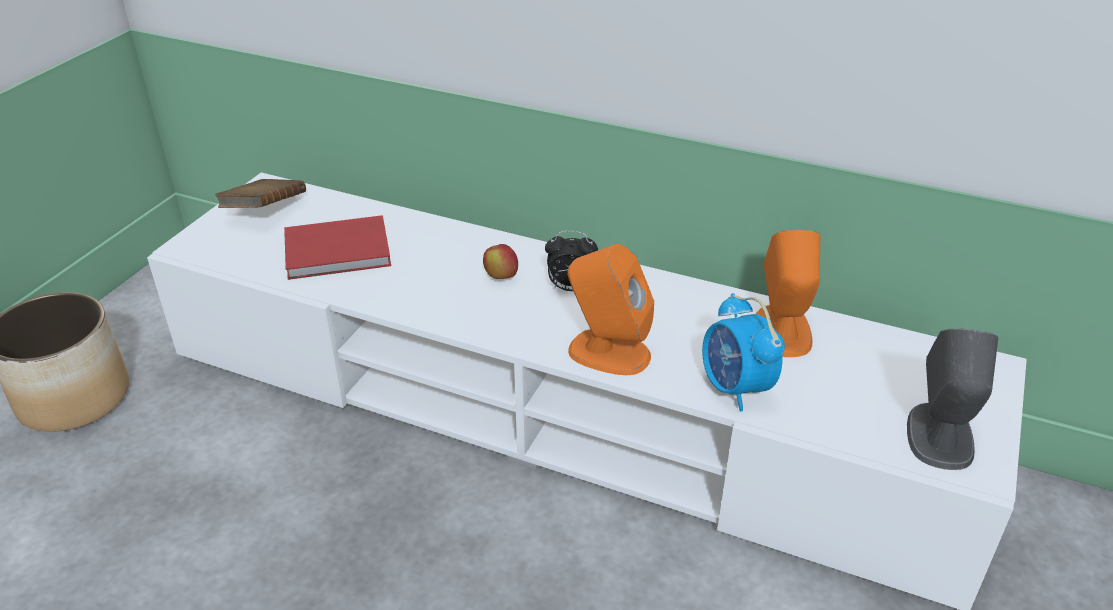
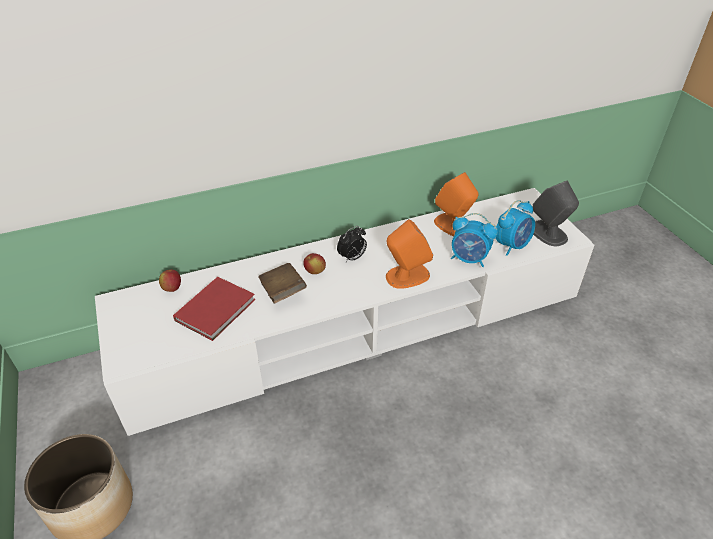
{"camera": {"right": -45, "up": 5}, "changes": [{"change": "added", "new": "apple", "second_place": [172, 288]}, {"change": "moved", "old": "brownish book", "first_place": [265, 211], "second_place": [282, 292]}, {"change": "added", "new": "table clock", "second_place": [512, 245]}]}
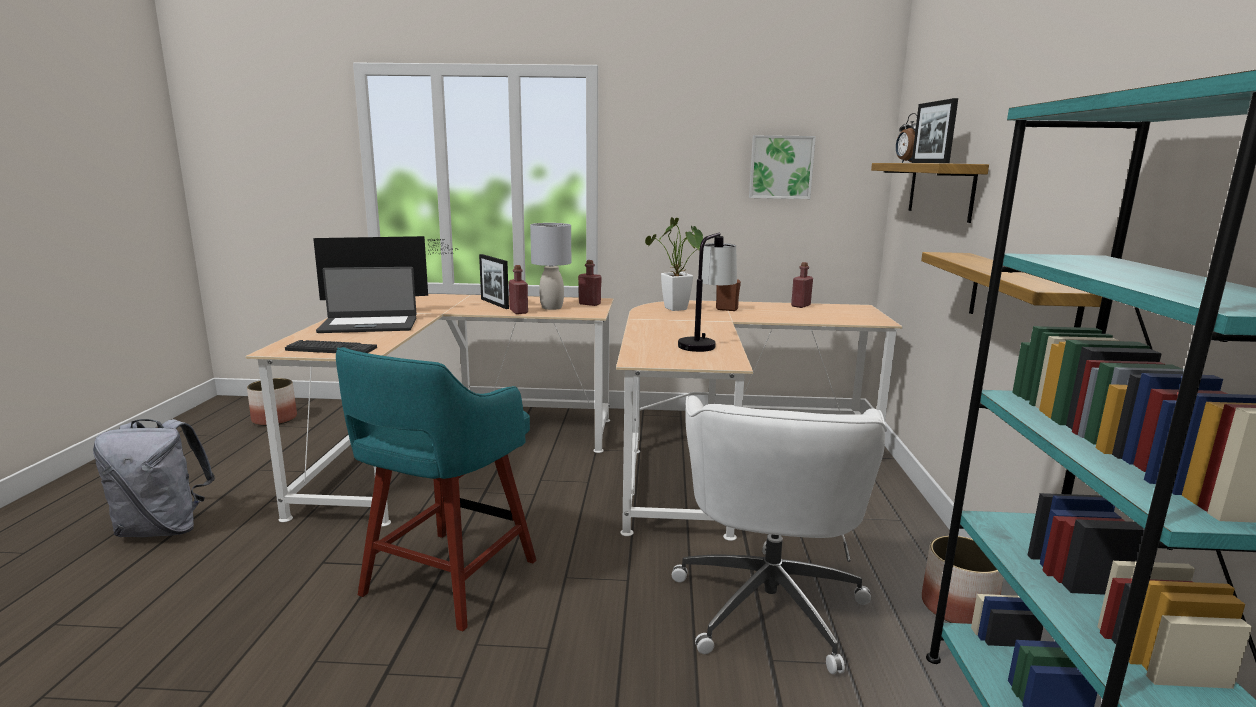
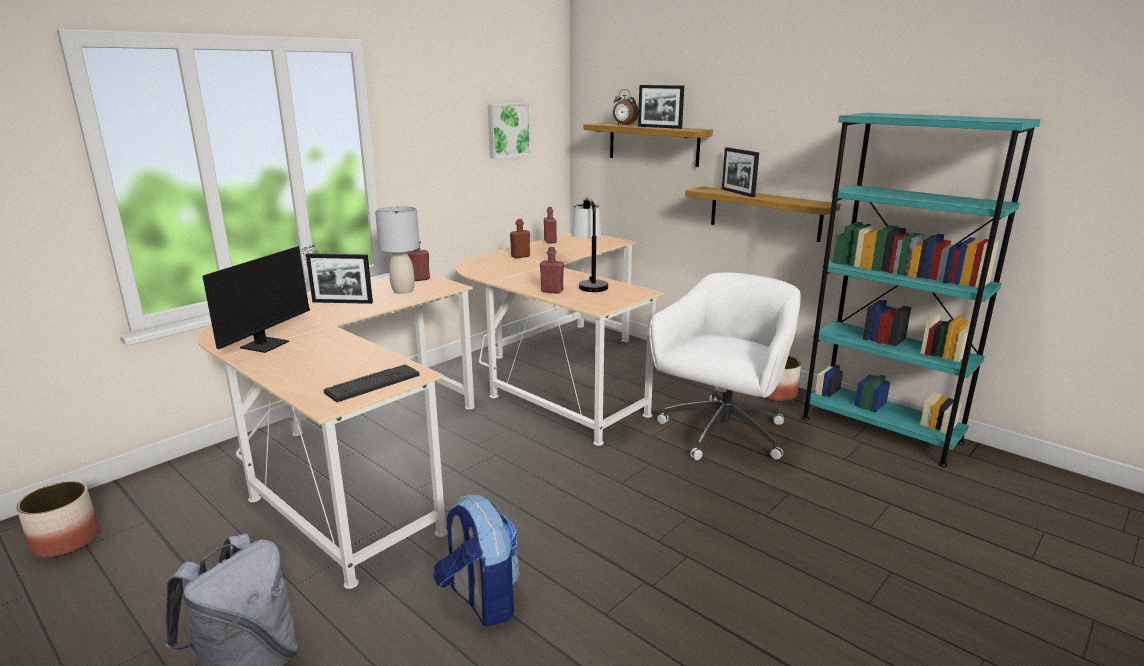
{"camera": {"right": -50, "up": 5}, "changes": [{"change": "added", "new": "rucksack", "second_place": [480, 600]}, {"change": "moved", "old": "reddish bottle", "first_place": [518, 312], "second_place": [552, 291]}, {"change": "turned", "old": "white-coloured computer chair", "first_place": [769, 602], "second_place": [721, 434], "degrees": -105}, {"change": "added", "new": "picture frame", "second_place": [737, 193]}, {"change": "removed", "old": "laptop", "first_place": [369, 325]}, {"change": "removed", "old": "blue-green stool seat", "first_place": [446, 580]}, {"change": "removed", "old": "plant in a pot", "first_place": [678, 310]}]}
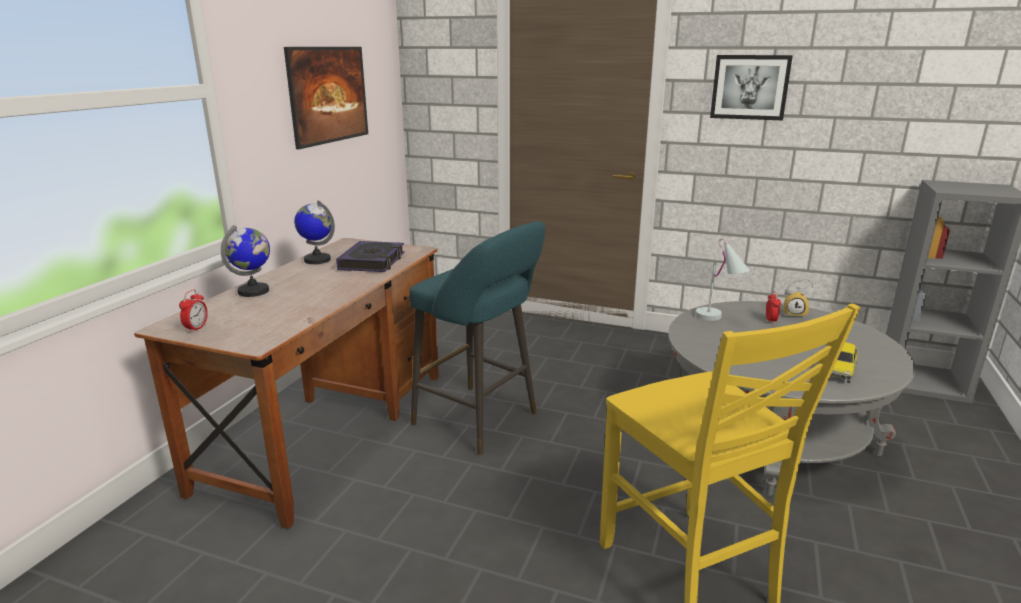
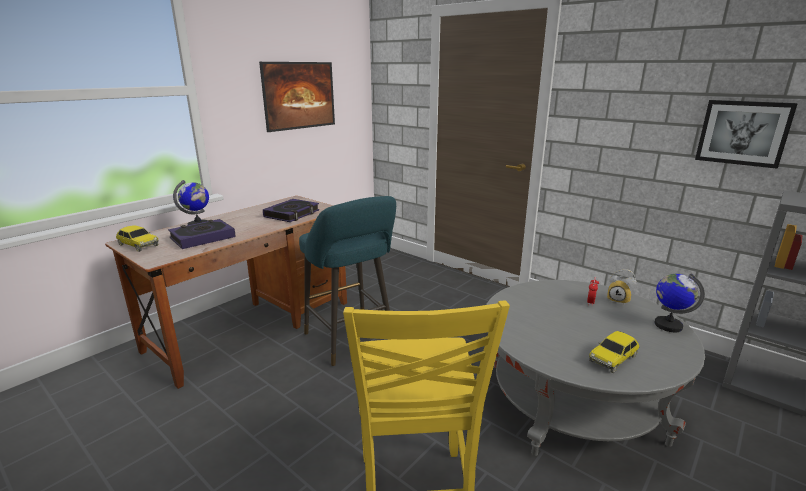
{"camera": {"right": 20, "up": 0}, "changes": [{"change": "replaced", "old": "table clock", "new": "toy car", "first_place": [196, 328], "second_place": [138, 245]}, {"change": "added", "new": "book", "second_place": [202, 238]}, {"change": "moved", "old": "globe", "first_place": [317, 260], "second_place": [668, 325]}, {"change": "moved", "old": "wall picture", "first_place": [750, 87], "second_place": [743, 133]}, {"change": "removed", "old": "white-coloured tabletop lamp", "first_place": [718, 319]}]}
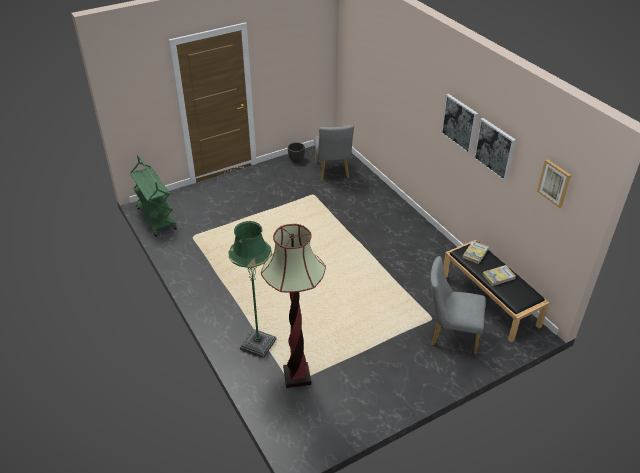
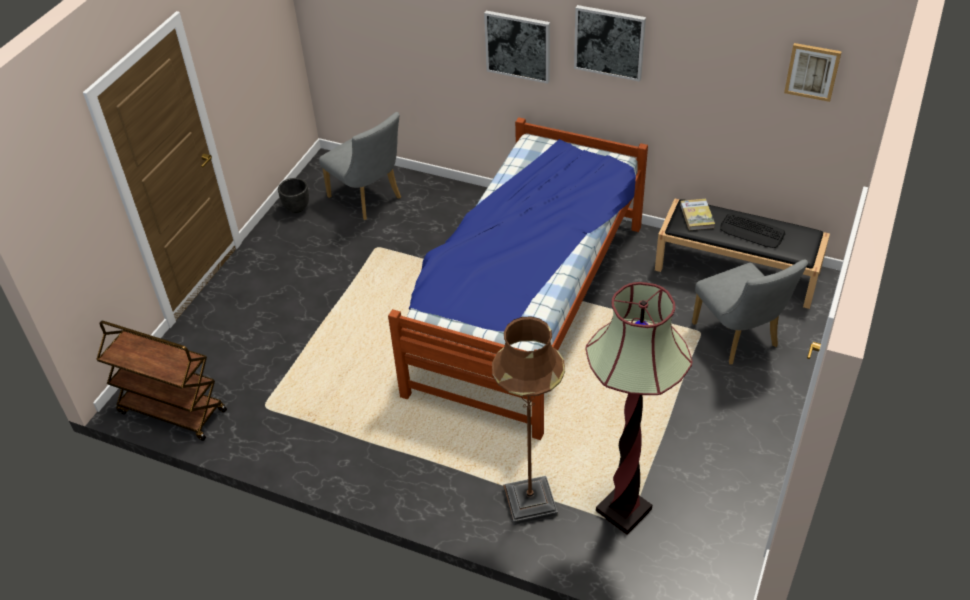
{"camera": {"right": -35, "up": 5}, "changes": [{"change": "recoloured", "old": "green-coloured cart", "new": "brownish cart", "first_place": [156, 218], "second_place": [171, 412]}, {"change": "added", "new": "sleeping bed", "second_place": [527, 306]}, {"change": "moved", "old": "wall picture", "first_place": [495, 149], "second_place": [518, 46]}, {"change": "recoloured", "old": "green-coloured standing lamp", "new": "brownish standing lamp", "first_place": [258, 344], "second_place": [530, 502]}, {"change": "turned", "old": "greyish plain chair", "first_place": [450, 334], "second_place": [739, 339], "degrees": -90}, {"change": "replaced", "old": "book", "new": "PC keyboard", "first_place": [498, 276], "second_place": [752, 231]}]}
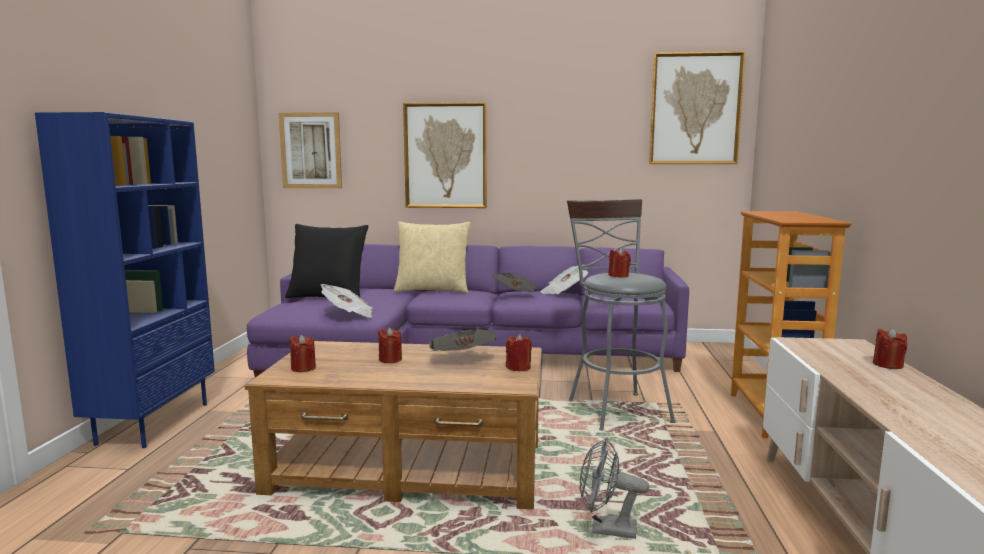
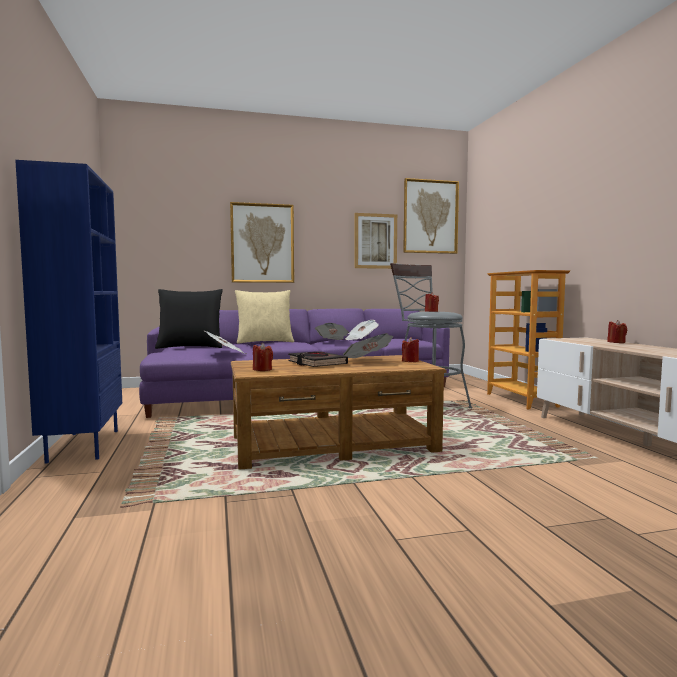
{"camera": {"right": -20, "up": -5}, "changes": [{"change": "replaced", "old": "reddish wax candle", "new": "blackish book", "first_place": [390, 359], "second_place": [317, 363]}, {"change": "moved", "old": "wall picture", "first_place": [311, 150], "second_place": [375, 241]}, {"change": "removed", "old": "greyish electric fan", "first_place": [606, 529]}]}
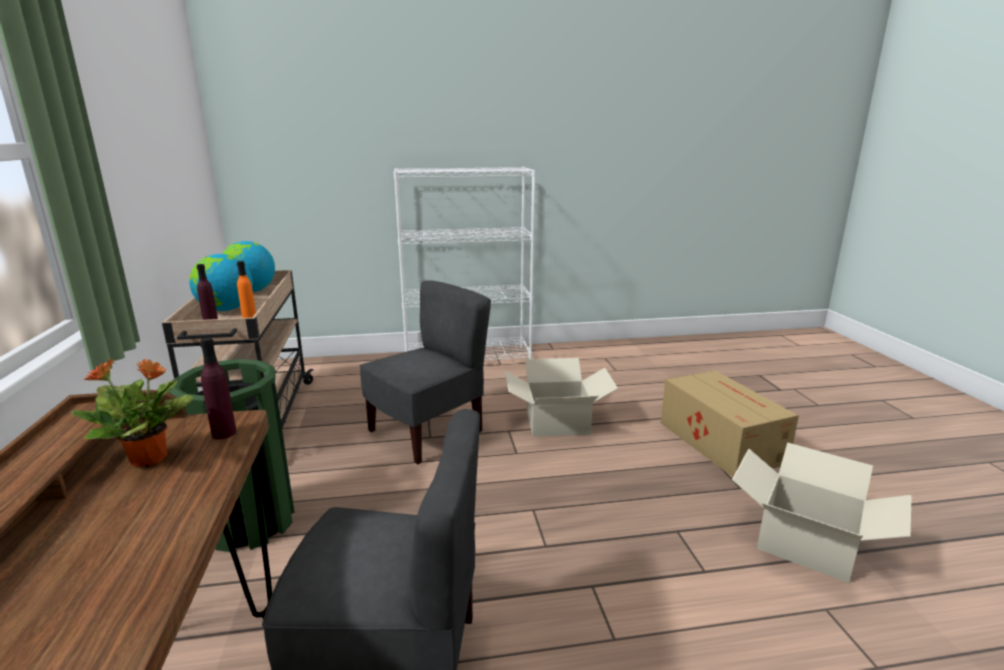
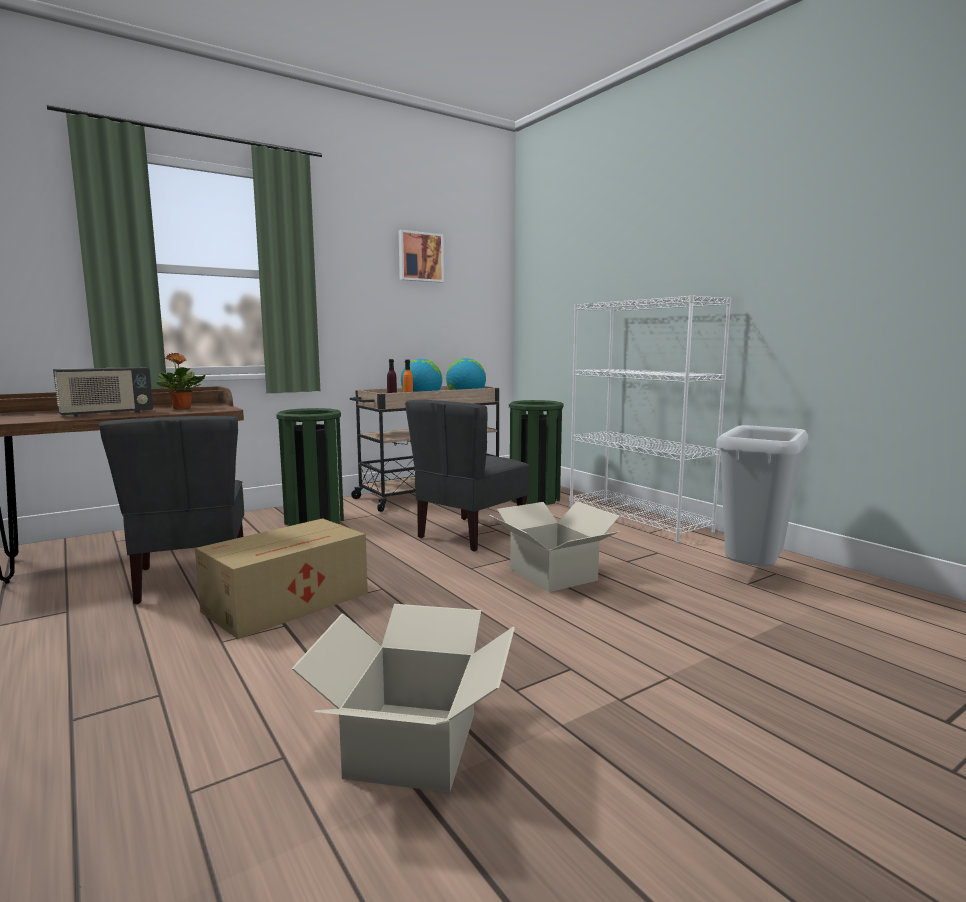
{"camera": {"right": 65, "up": -10}, "changes": [{"change": "added", "new": "radio set", "second_place": [106, 414]}, {"change": "moved", "old": "cardboard box", "first_place": [720, 441], "second_place": [289, 602]}, {"change": "added", "new": "wall picture", "second_place": [420, 257]}, {"change": "turned", "old": "greyish plain chair", "first_place": [427, 432], "second_place": [470, 534], "degrees": 105}, {"change": "added", "new": "green-coloured rubbish bin", "second_place": [534, 498]}, {"change": "added", "new": "greyish rubbish bin", "second_place": [753, 575]}, {"change": "removed", "old": "purplish bottle", "first_place": [224, 433]}]}
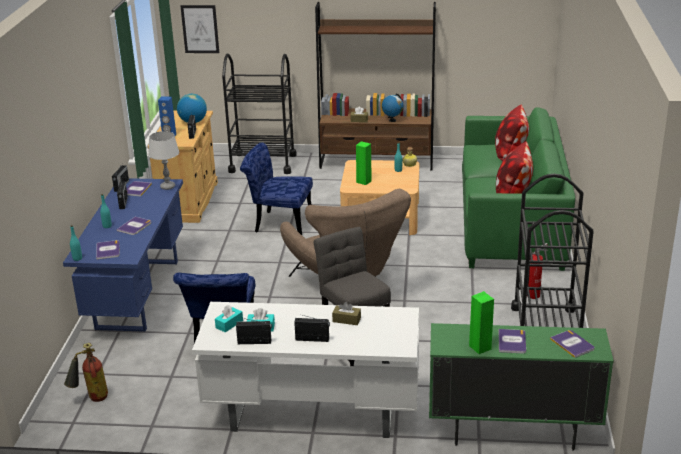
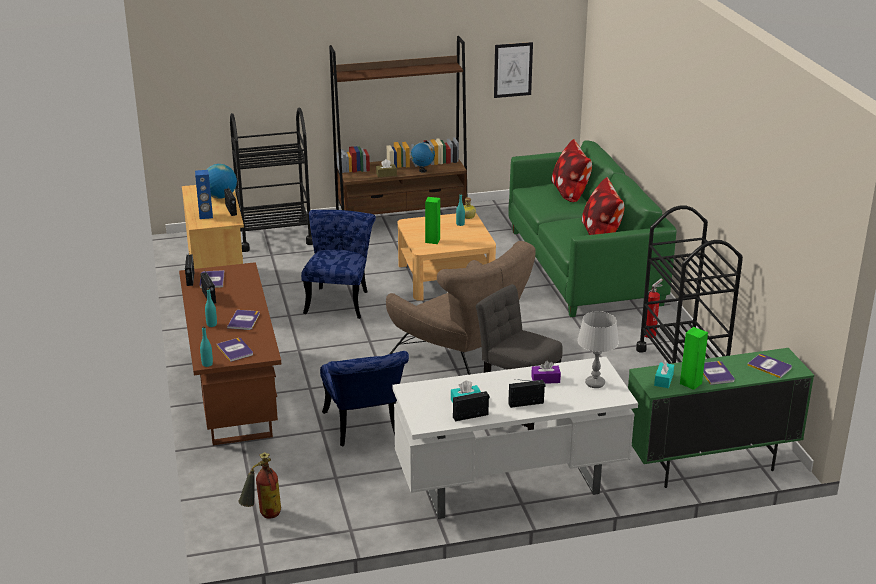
{"camera": {"right": -20, "up": 0}, "changes": [{"change": "recoloured", "old": "bluish desk unit", "new": "brownish desk unit", "first_place": [137, 294], "second_place": [233, 399]}, {"change": "turned", "old": "bluish plain chair", "first_place": [278, 223], "second_place": [339, 300], "degrees": 105}, {"change": "moved", "old": "wall picture", "first_place": [200, 29], "second_place": [513, 70]}, {"change": "recoloured", "old": "brownish tissue holder", "new": "purplish tissue holder", "first_place": [346, 320], "second_place": [545, 379]}, {"change": "moved", "old": "greyish tabletop lamp", "first_place": [168, 187], "second_place": [595, 384]}, {"change": "moved", "old": "blue-green tissue holder", "first_place": [229, 324], "second_place": [663, 380]}]}
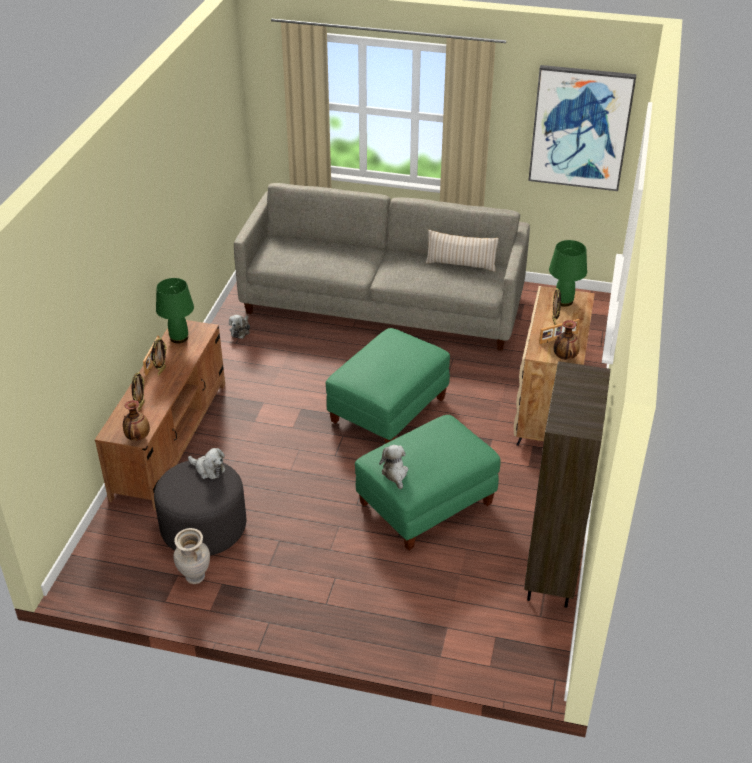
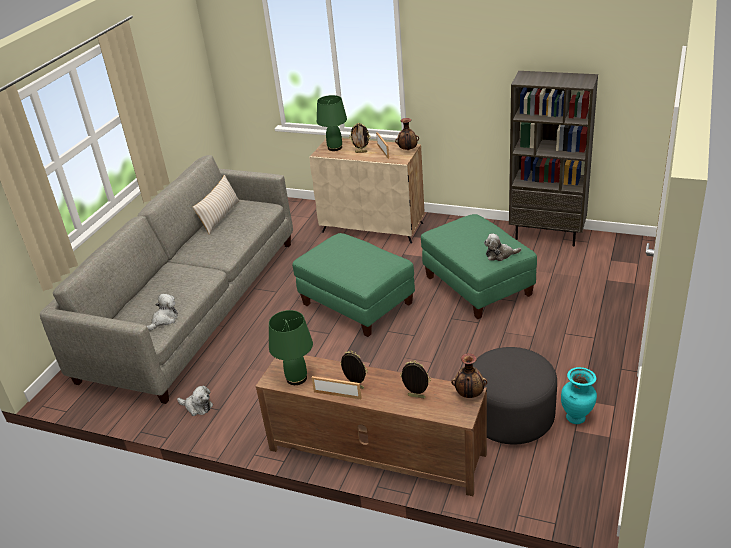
{"camera": {"right": -80, "up": -5}, "changes": [{"change": "moved", "old": "plush toy", "first_place": [208, 469], "second_place": [164, 320]}, {"change": "recoloured", "old": "beige flower vase", "new": "blue-green flower vase", "first_place": [194, 578], "second_place": [576, 418]}, {"change": "removed", "old": "wall picture", "first_place": [580, 128]}]}
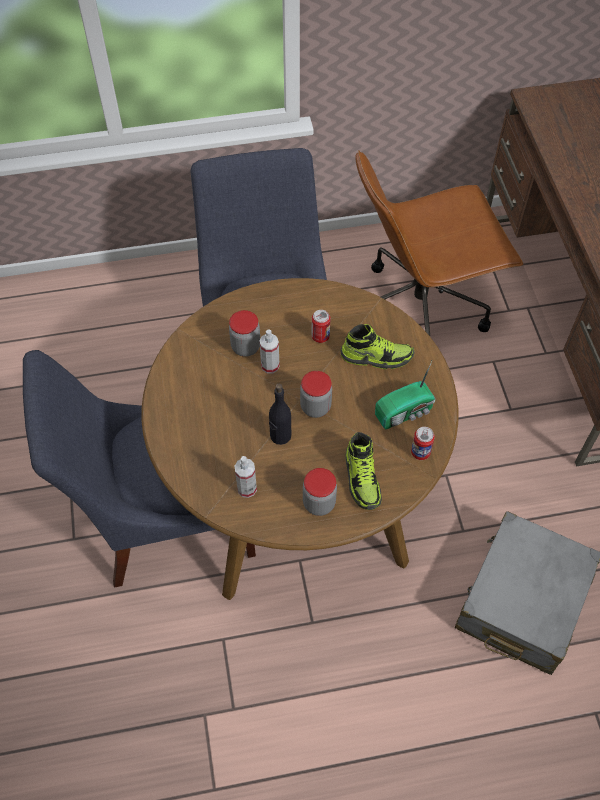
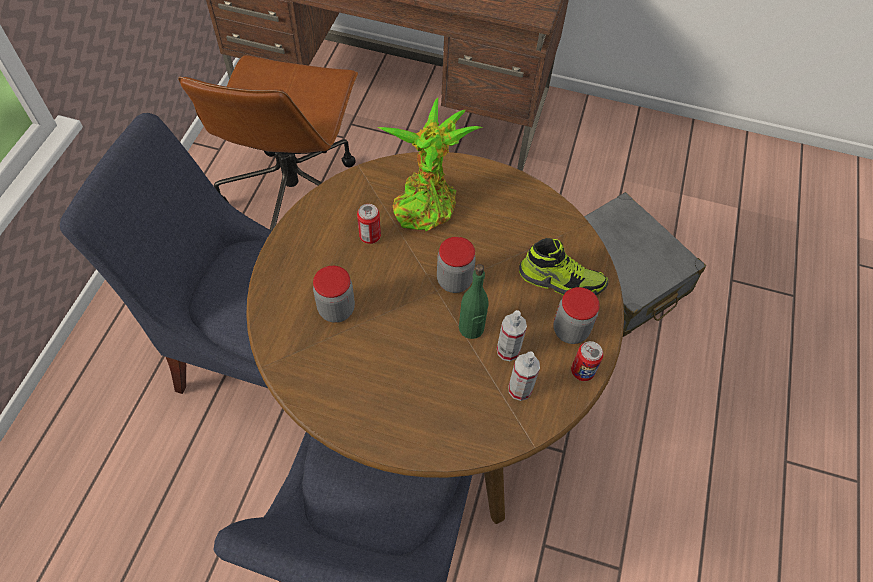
{"camera": {"right": -65, "up": 0}, "changes": [{"change": "replaced", "old": "low shoe", "new": "plant in a pot", "first_place": [376, 356], "second_place": [426, 202]}, {"change": "recoloured", "old": "blackish bottle", "new": "green-coloured bottle", "first_place": [280, 436], "second_place": [471, 328]}, {"change": "moved", "old": "spray bottle", "first_place": [270, 366], "second_place": [508, 350]}, {"change": "moved", "old": "can", "first_place": [420, 452], "second_place": [582, 371]}, {"change": "removed", "old": "radio set", "first_place": [405, 412]}]}
